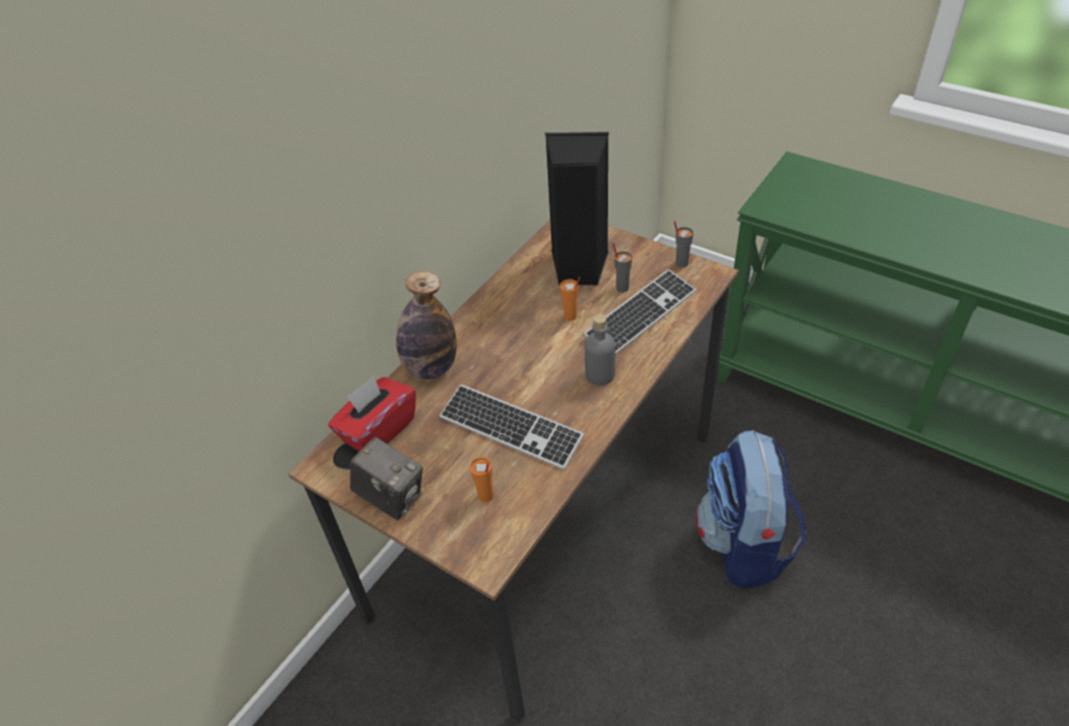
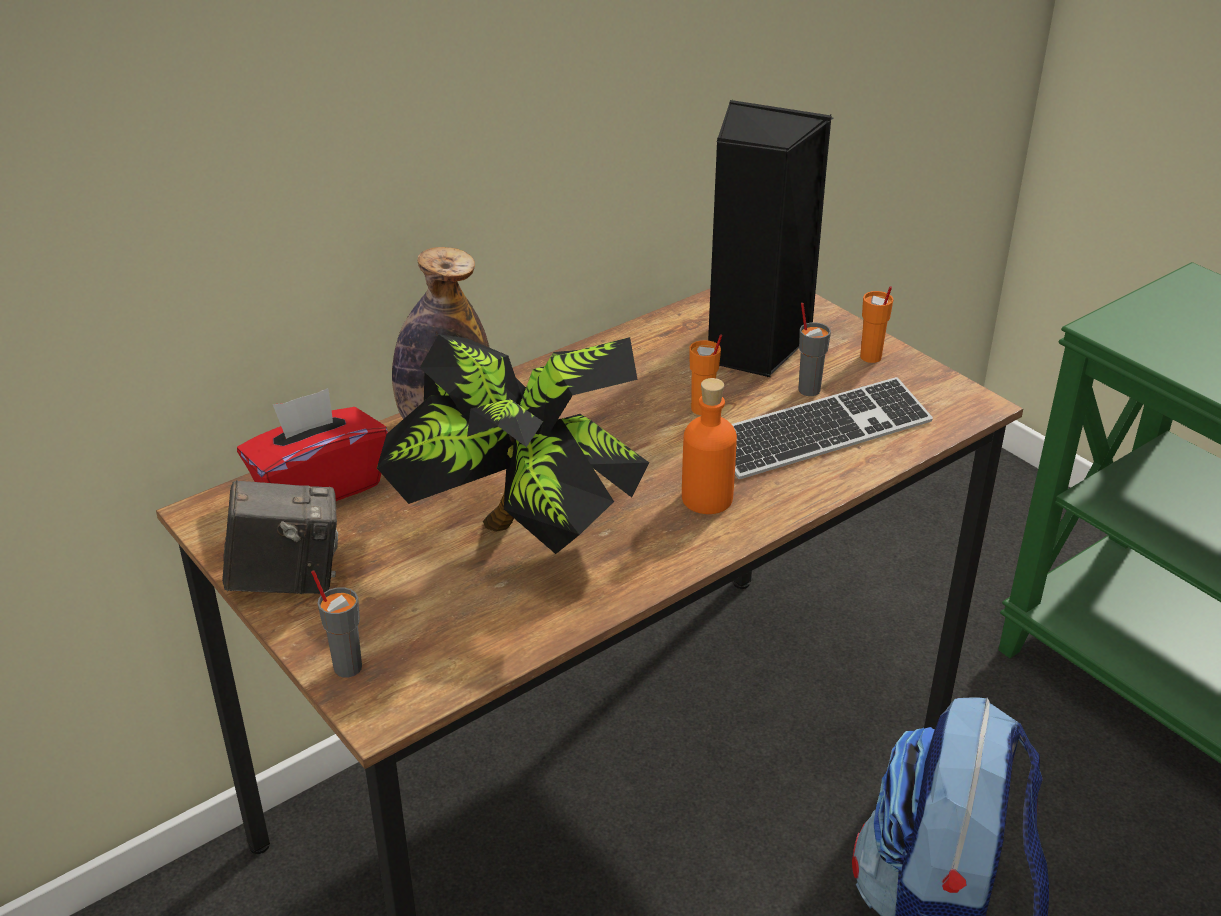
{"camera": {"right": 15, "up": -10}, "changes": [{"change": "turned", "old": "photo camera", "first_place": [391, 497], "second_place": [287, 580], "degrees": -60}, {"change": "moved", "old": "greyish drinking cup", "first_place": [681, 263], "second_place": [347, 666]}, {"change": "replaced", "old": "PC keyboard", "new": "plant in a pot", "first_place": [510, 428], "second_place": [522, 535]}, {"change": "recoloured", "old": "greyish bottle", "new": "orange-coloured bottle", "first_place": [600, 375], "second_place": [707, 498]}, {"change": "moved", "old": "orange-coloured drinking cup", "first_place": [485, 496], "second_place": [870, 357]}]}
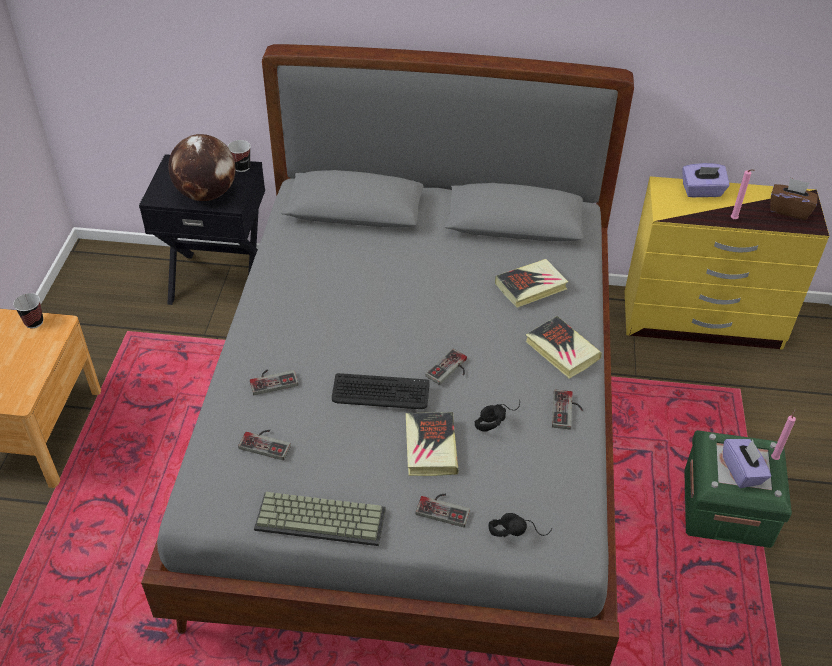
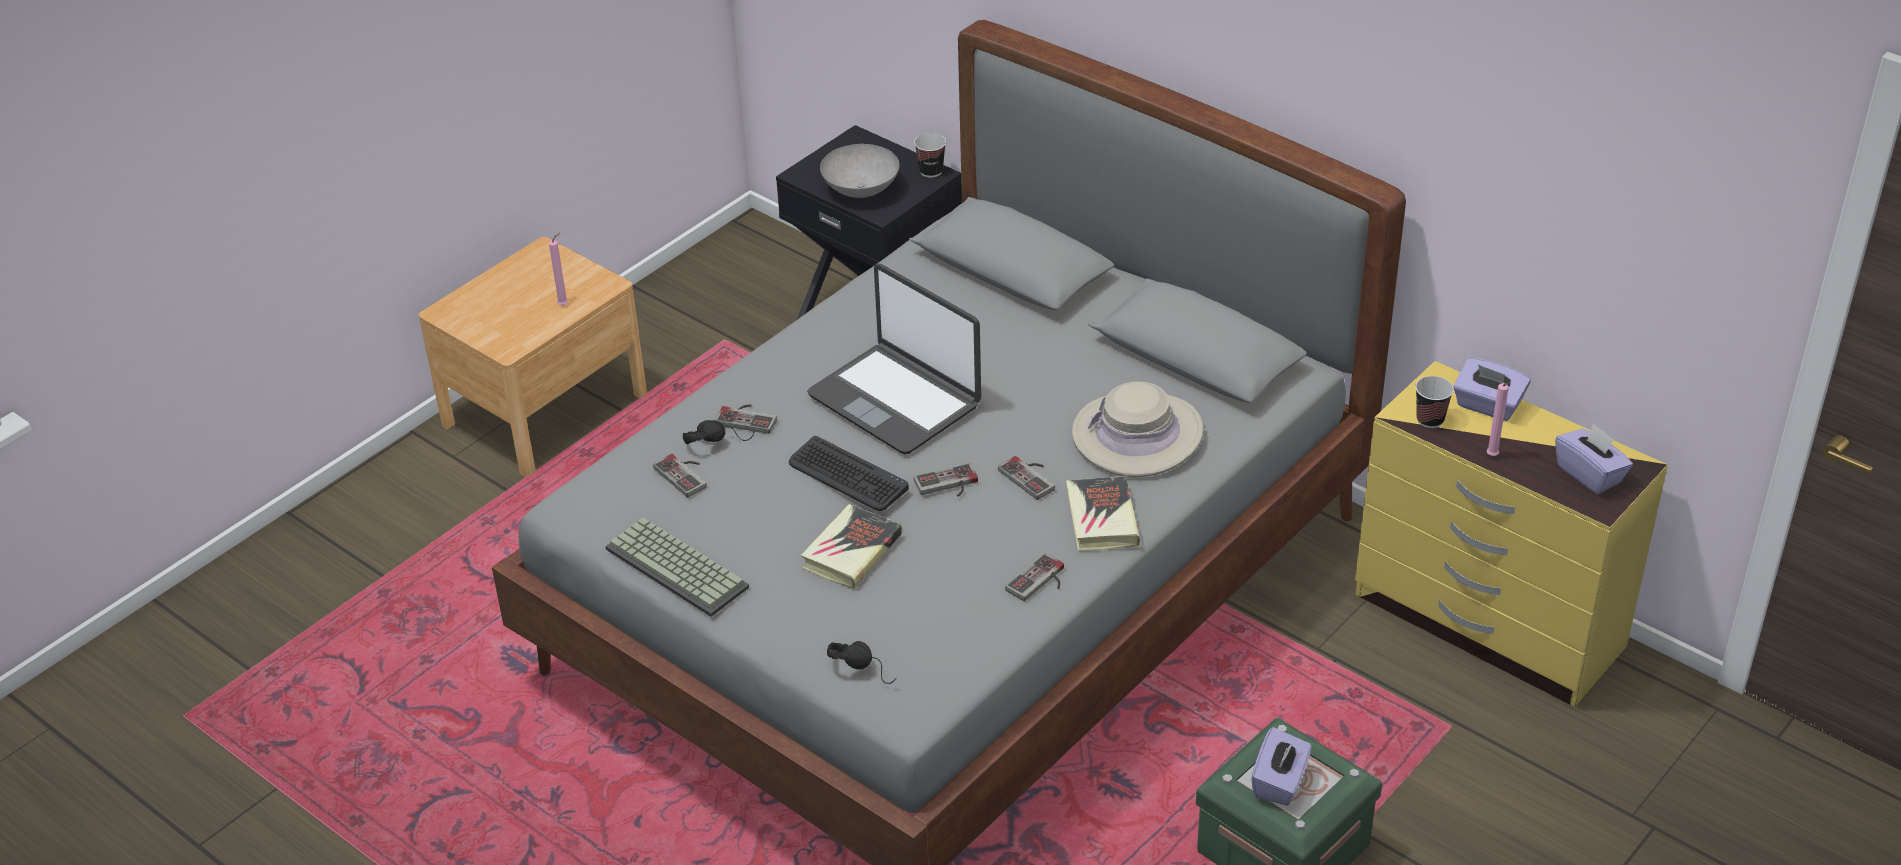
{"camera": {"right": 35, "up": -5}, "changes": [{"change": "moved", "old": "pinkish wax candle", "first_place": [774, 457], "second_place": [565, 305]}, {"change": "moved", "old": "blackish headphones", "first_place": [496, 417], "second_place": [717, 440]}, {"change": "added", "new": "laptop", "second_place": [895, 400]}, {"change": "replaced", "old": "globe", "new": "greyish bowl", "first_place": [206, 194], "second_place": [862, 190]}, {"change": "moved", "old": "game controller", "first_place": [444, 508], "second_place": [1031, 476]}, {"change": "replaced", "old": "book", "new": "beige clothing hat", "first_place": [531, 286], "second_place": [1137, 435]}, {"change": "moved", "old": "drinking cup", "first_place": [34, 322], "second_place": [1430, 420]}, {"change": "recoloured", "old": "brownish tissue holder", "new": "purplish tissue holder", "first_place": [789, 210], "second_place": [1590, 474]}]}
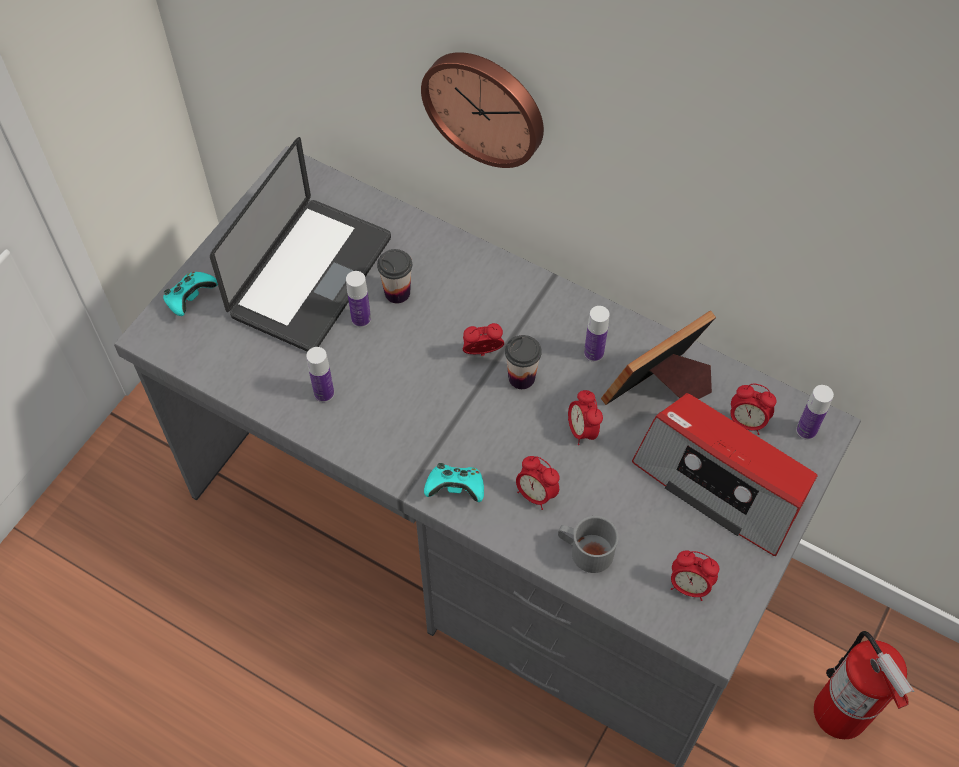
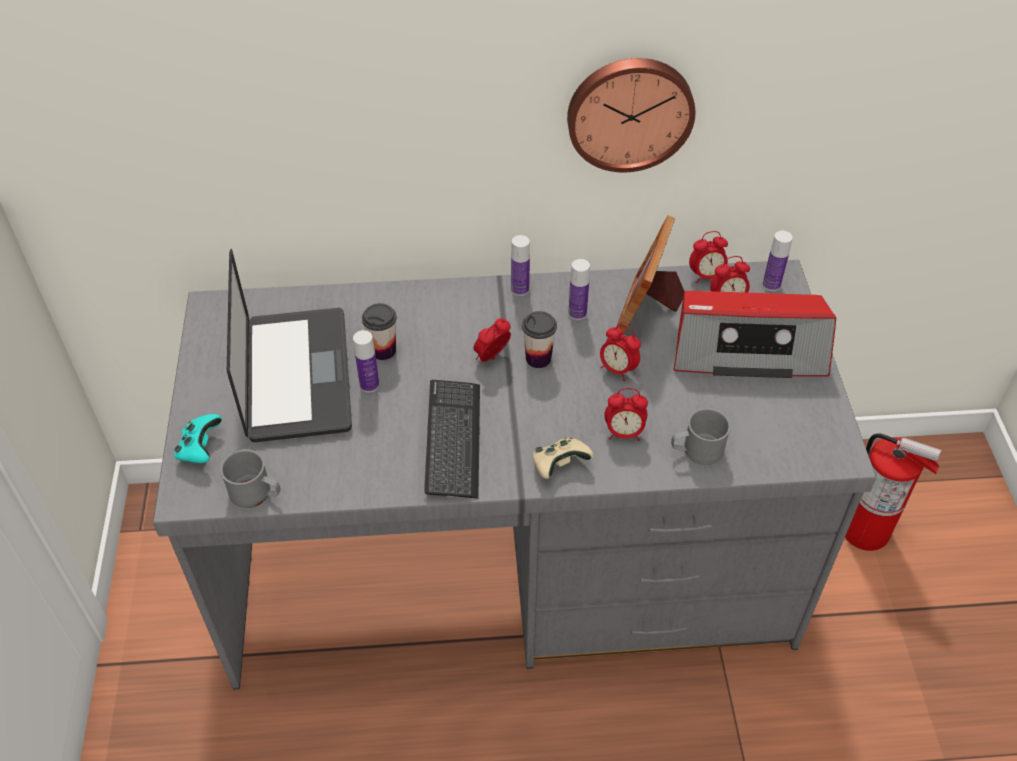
{"camera": {"right": -35, "up": -10}, "changes": [{"change": "added", "new": "greyish tea mug", "second_place": [256, 493]}, {"change": "added", "new": "PC keyboard", "second_place": [453, 440]}, {"change": "moved", "old": "bottle", "first_place": [324, 393], "second_place": [520, 289]}, {"change": "recoloured", "old": "blue-green game controller", "new": "beige game controller", "first_place": [456, 489], "second_place": [559, 465]}, {"change": "moved", "old": "wall clock", "first_place": [486, 106], "second_place": [629, 112]}, {"change": "moved", "old": "table clock", "first_place": [689, 586], "second_place": [706, 276]}]}
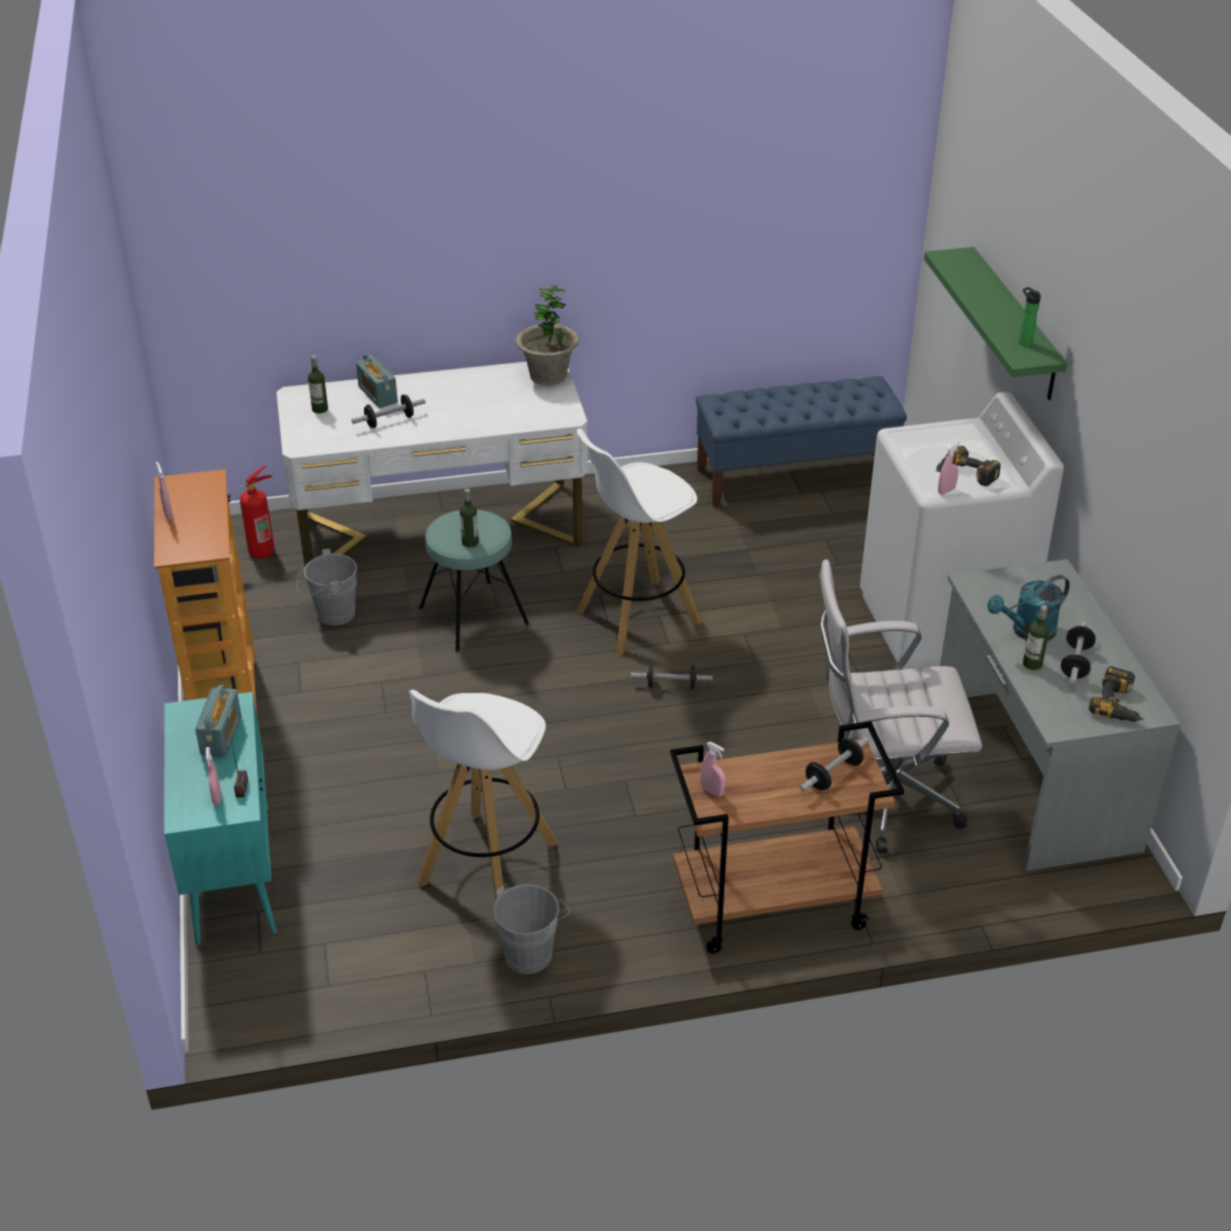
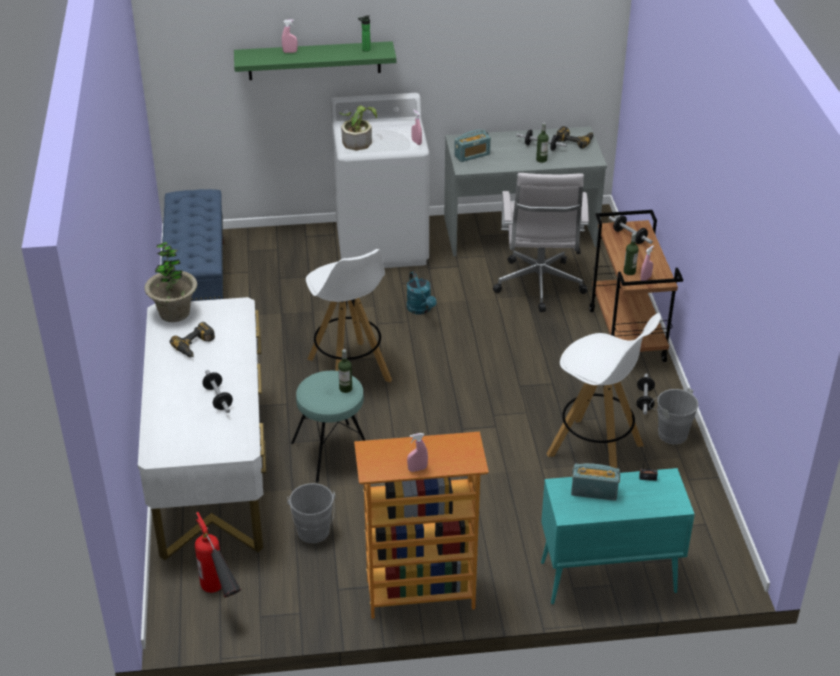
{"camera": {"right": -85, "up": 0}, "changes": [{"change": "moved", "old": "electric drill", "first_place": [965, 475], "second_place": [196, 346]}, {"change": "moved", "old": "pinkish spray bottle", "first_place": [216, 797], "second_place": [290, 52]}, {"change": "added", "new": "plant in a pot", "second_place": [358, 140]}, {"change": "moved", "old": "blue-green watering can", "first_place": [1027, 632], "second_place": [421, 309]}, {"change": "moved", "old": "radio set", "first_place": [377, 395], "second_place": [472, 155]}, {"change": "moved", "old": "bottle", "first_place": [320, 409], "second_place": [629, 272]}, {"change": "moved", "old": "free weight", "first_place": [671, 686], "second_place": [644, 400]}]}
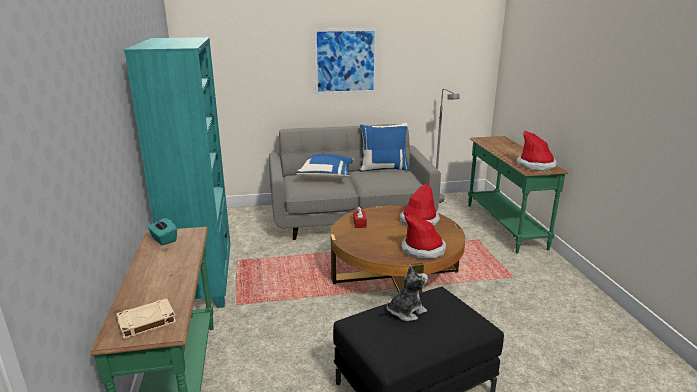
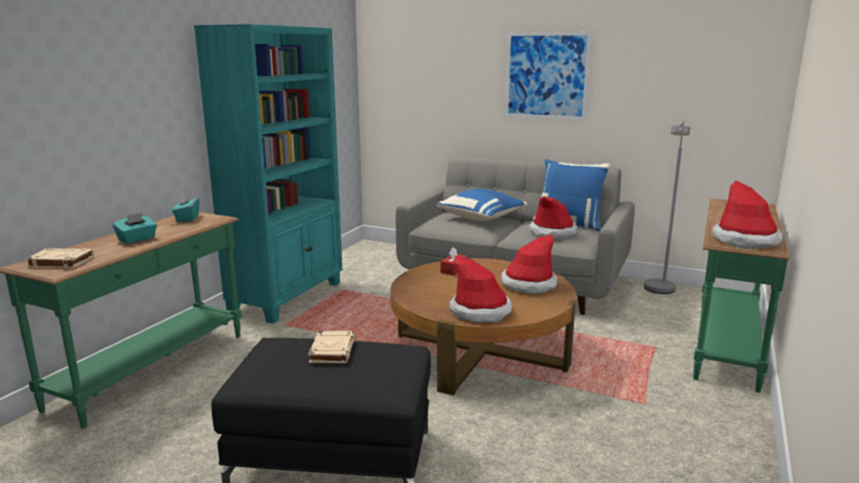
{"camera": {"right": 35, "up": -5}, "changes": [{"change": "added", "new": "blue-green tissue holder", "second_place": [137, 239]}, {"change": "replaced", "old": "plush toy", "new": "beige book", "first_place": [406, 312], "second_place": [332, 350]}, {"change": "added", "new": "clothing hat", "second_place": [552, 232]}]}
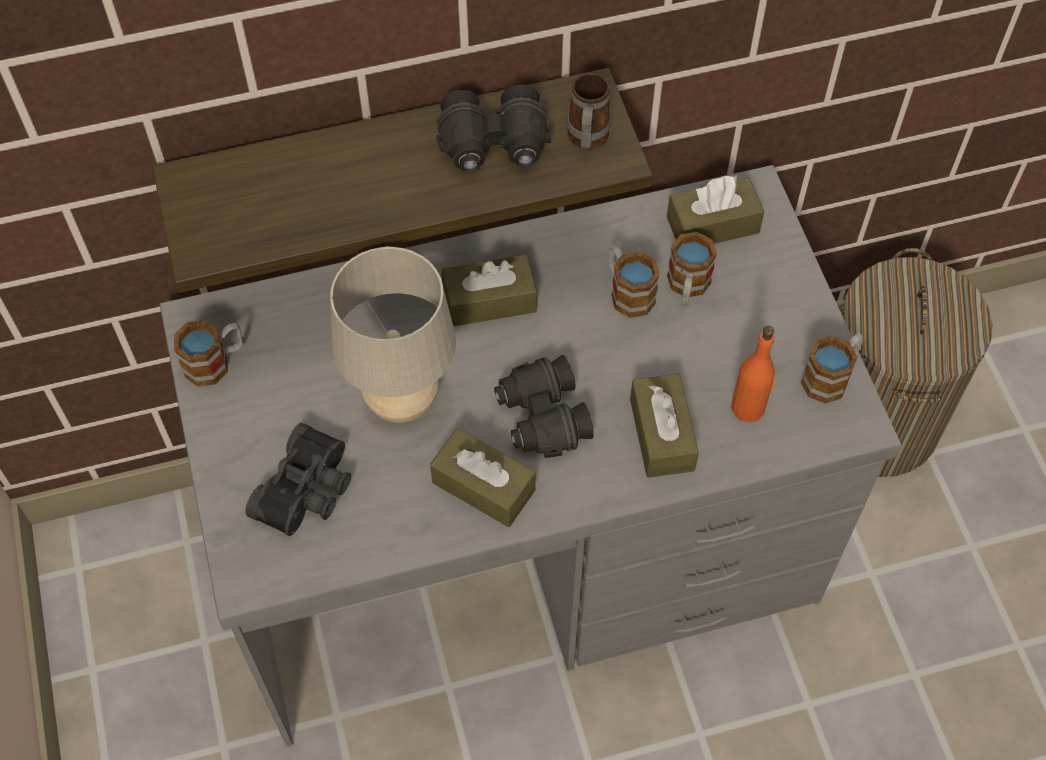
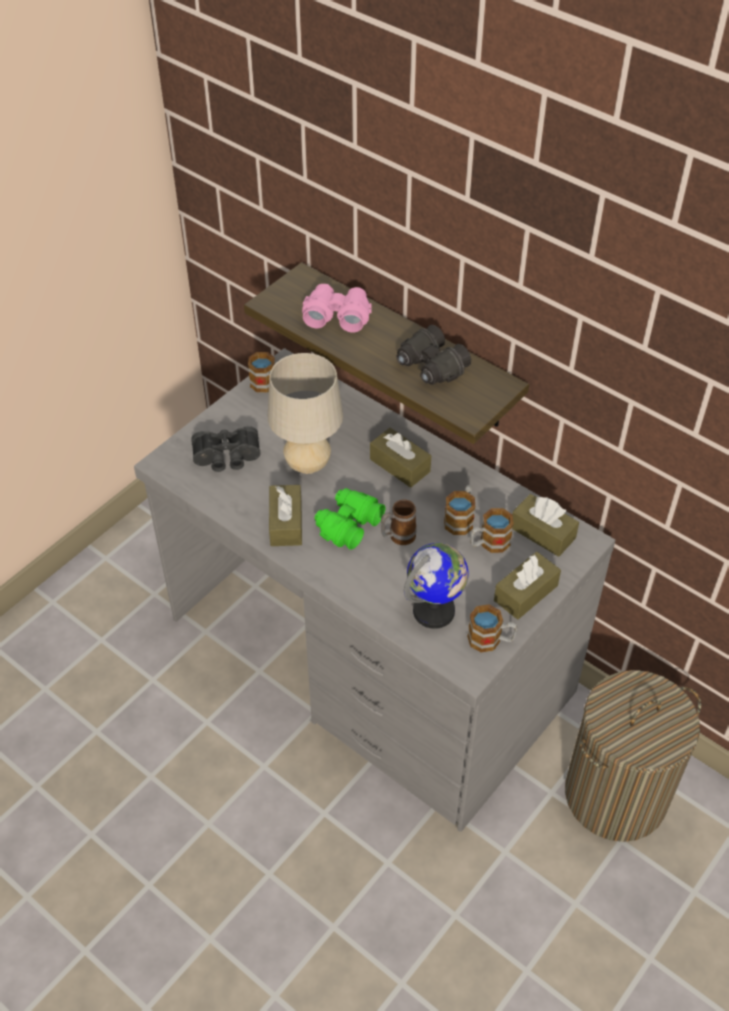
{"camera": {"right": 55, "up": -10}, "changes": [{"change": "added", "new": "pinkish binoculars", "second_place": [337, 315]}, {"change": "recoloured", "old": "blackish binoculars", "new": "green-coloured binoculars", "first_place": [542, 417], "second_place": [347, 524]}, {"change": "moved", "old": "tea mug", "first_place": [586, 141], "second_place": [397, 538]}, {"change": "replaced", "old": "orange-coloured bottle", "new": "globe", "first_place": [748, 407], "second_place": [434, 611]}, {"change": "moved", "old": "brownish tissue holder", "first_place": [661, 434], "second_place": [525, 593]}]}
